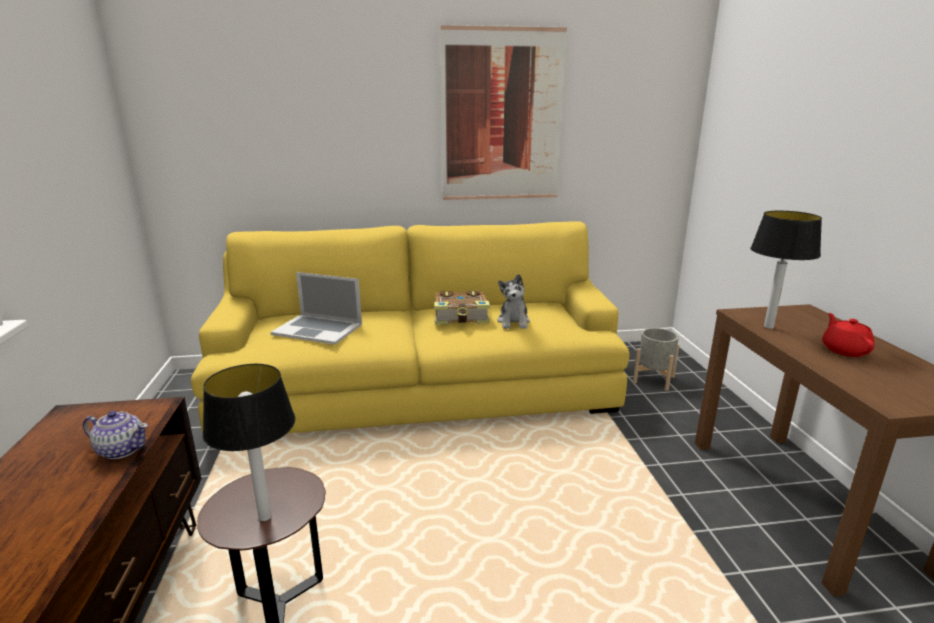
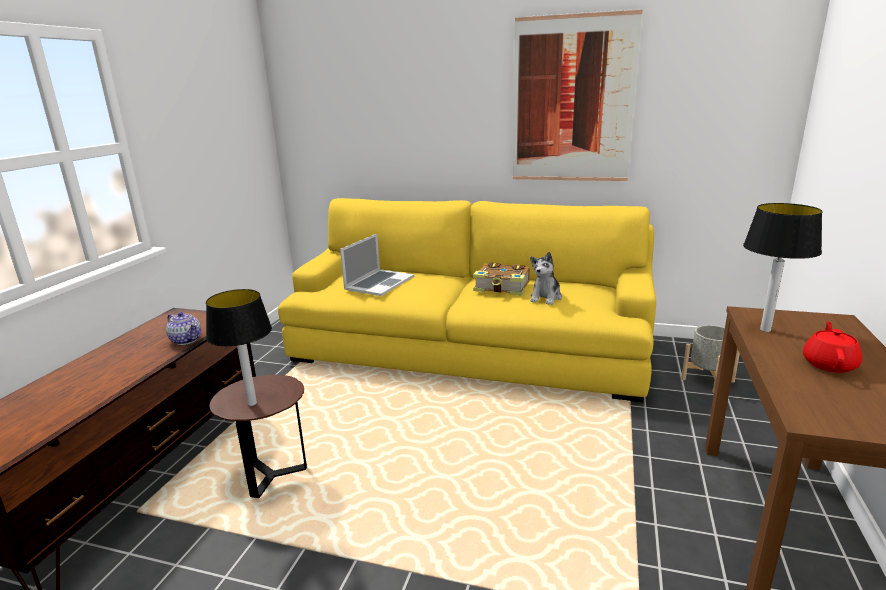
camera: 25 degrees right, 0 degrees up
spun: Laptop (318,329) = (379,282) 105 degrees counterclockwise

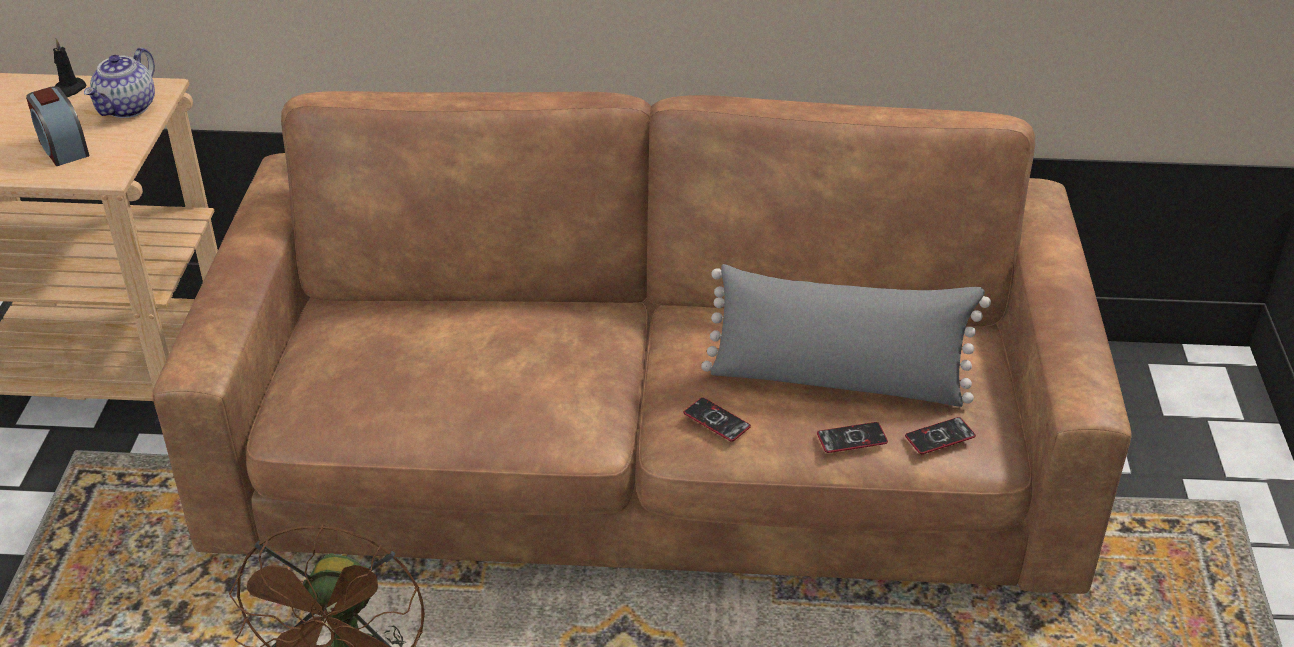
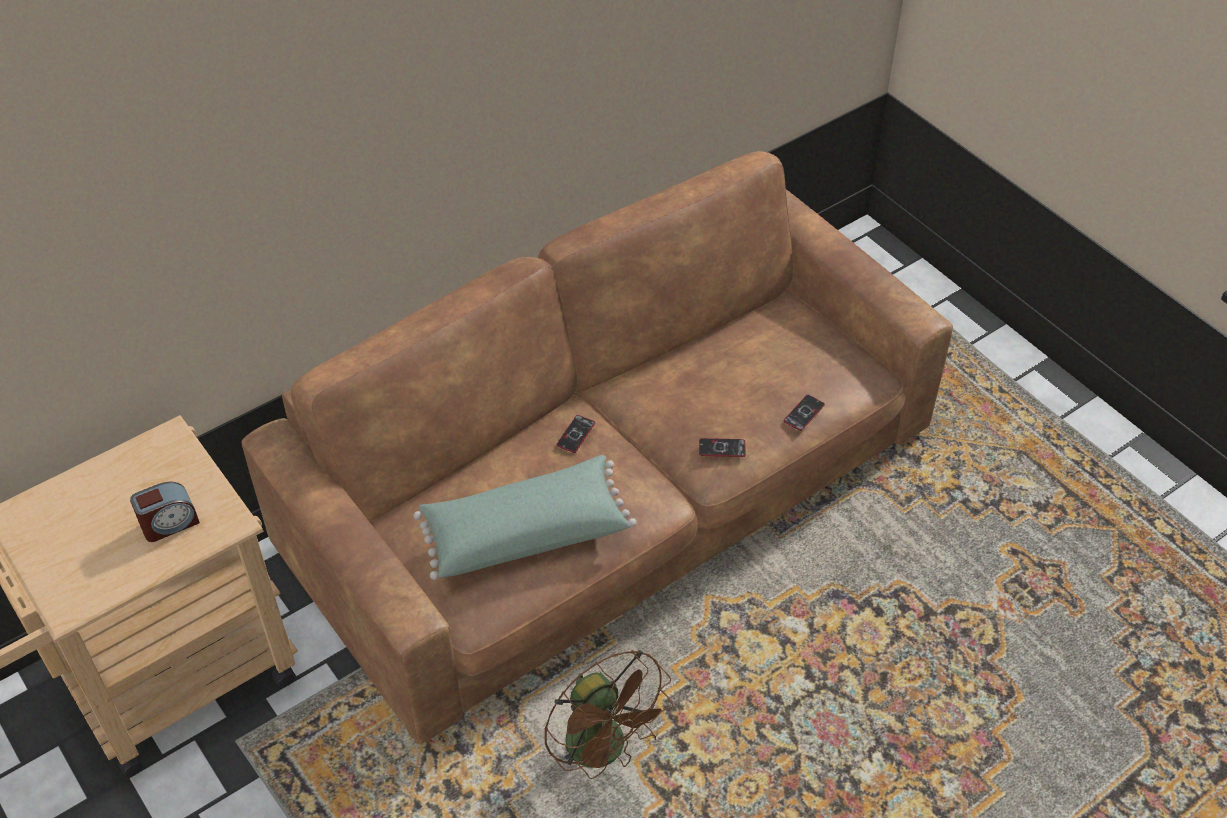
camera: 40 degrees left, 10 degrees up
missing: Kerze [schwarz] (69,90); Teekanne (128,108); Kissen [grau] (837,380)
appeared: Kissen [grün] (525,531)
relocated: Handy (940,437) to (576,434)
spun: Wecker (62,147) = (169,524) 45 degrees counterclockwise

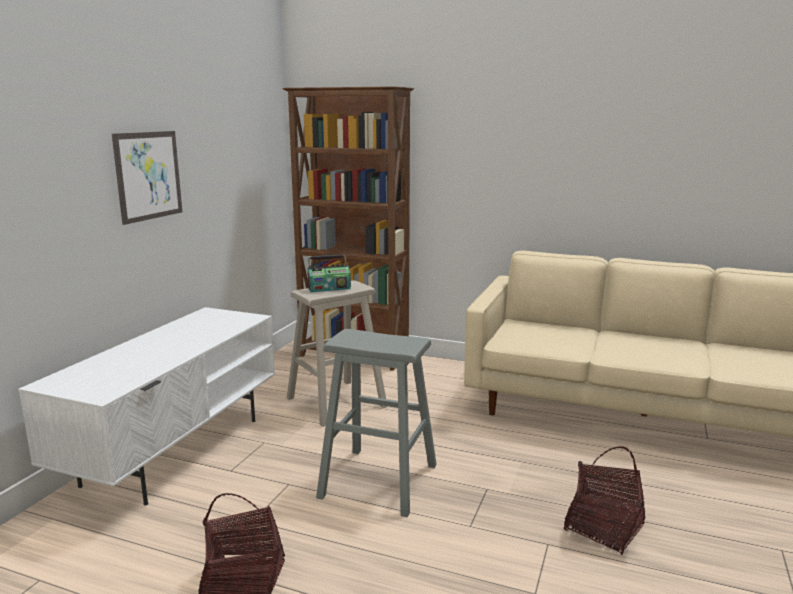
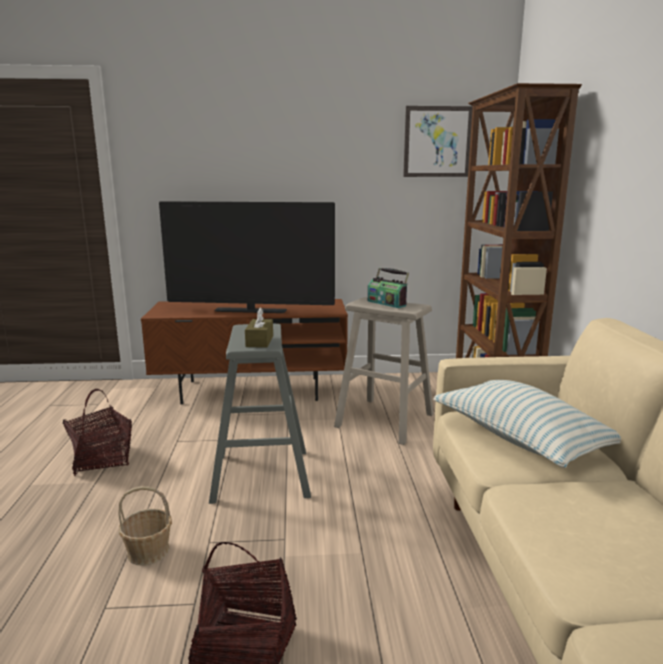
camera: 65 degrees right, 0 degrees up
appeared: Korb (148,551); Fernseher (250,311); Taschentuchbox [braun] (259,341); Kissen (520,439)
relocated: Bild (148,175) to (437,142)
colour: Fernsehschrank [weiß] (175,450) to Fernsehschrank [braun] (253,390)

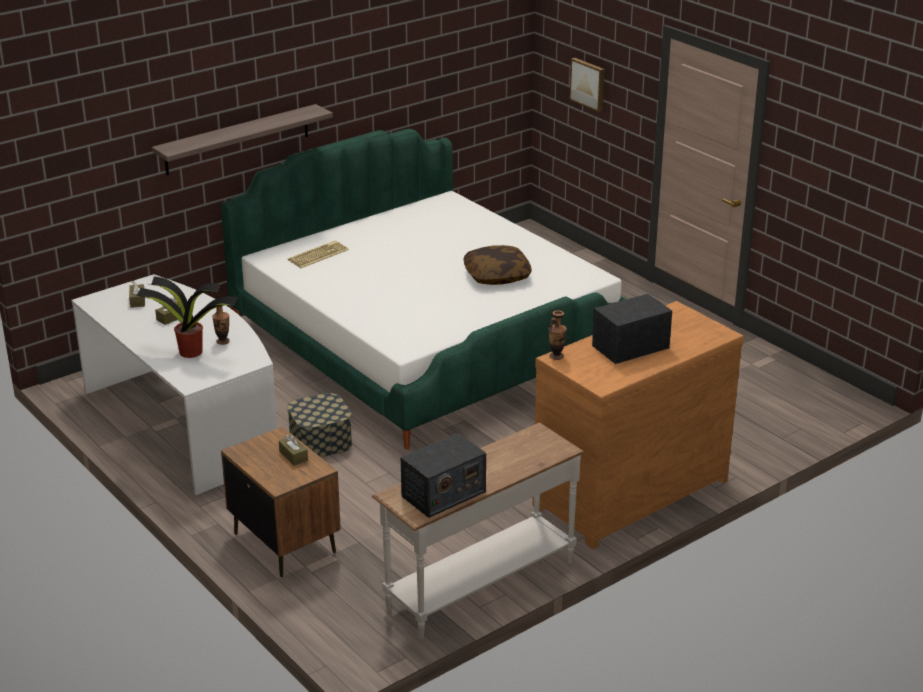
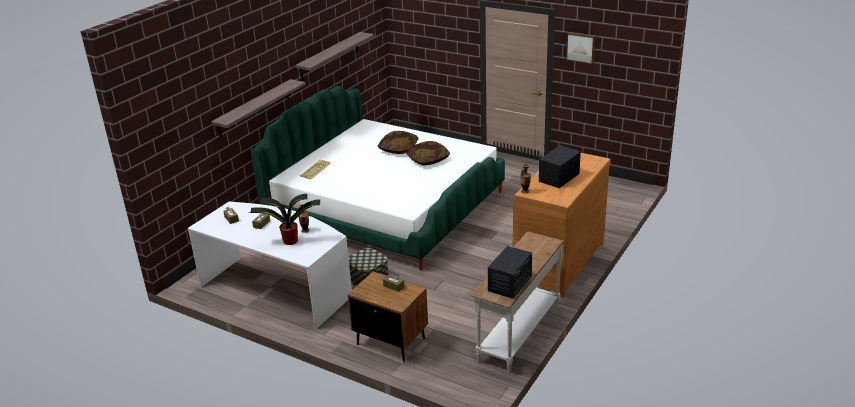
camera: 20 degrees left, 0 degrees up
appeared: Wandregal (329,56); Kissen (398,149)
relocated: Bild (588,84) to (581,47)

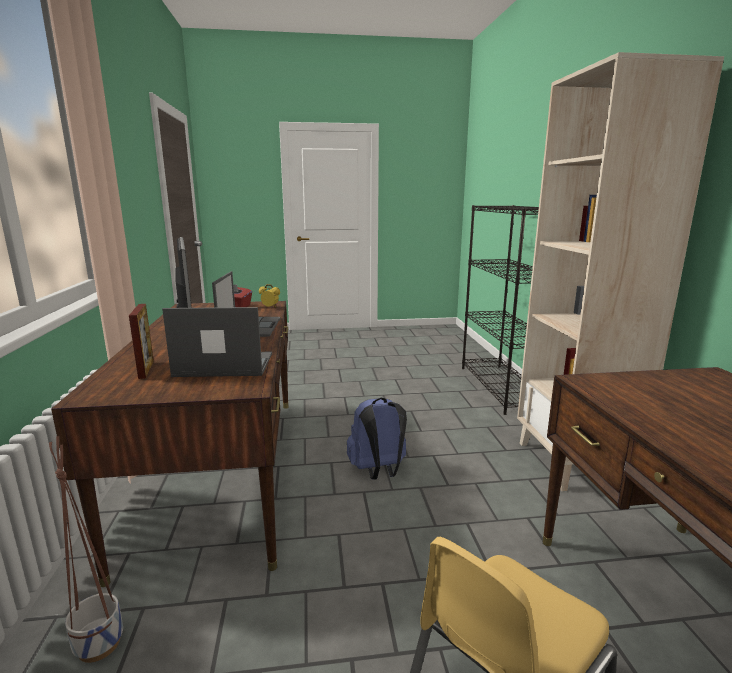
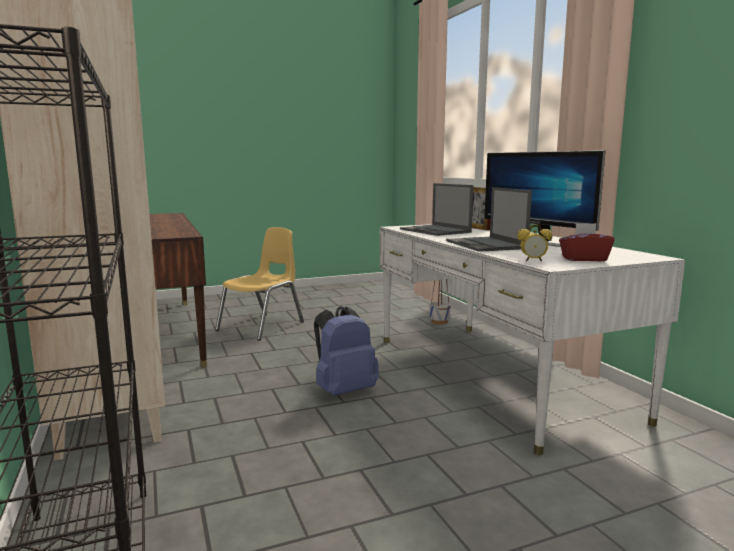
camera: 165 degrees right, 5 degrees down
colour: Schreibtisch [braun] (221,469) to Schreibtisch [weiß] (494,375)
spun: Laptop (223,365) = (436,231) 75 degrees clockwise

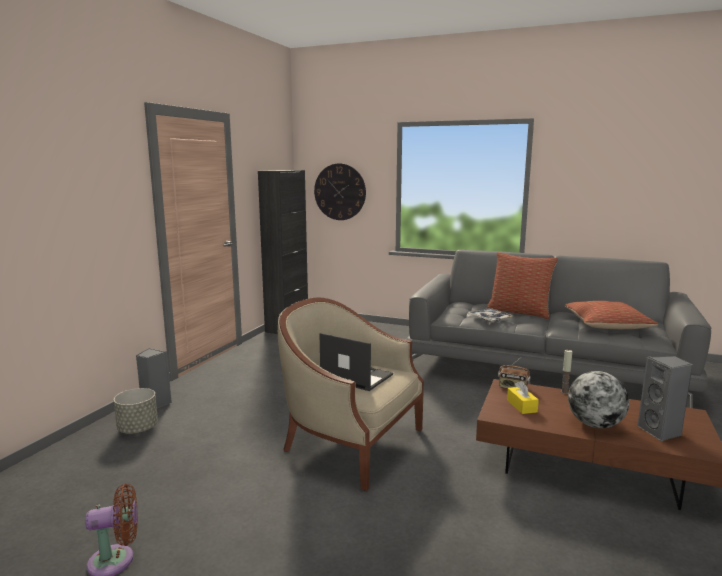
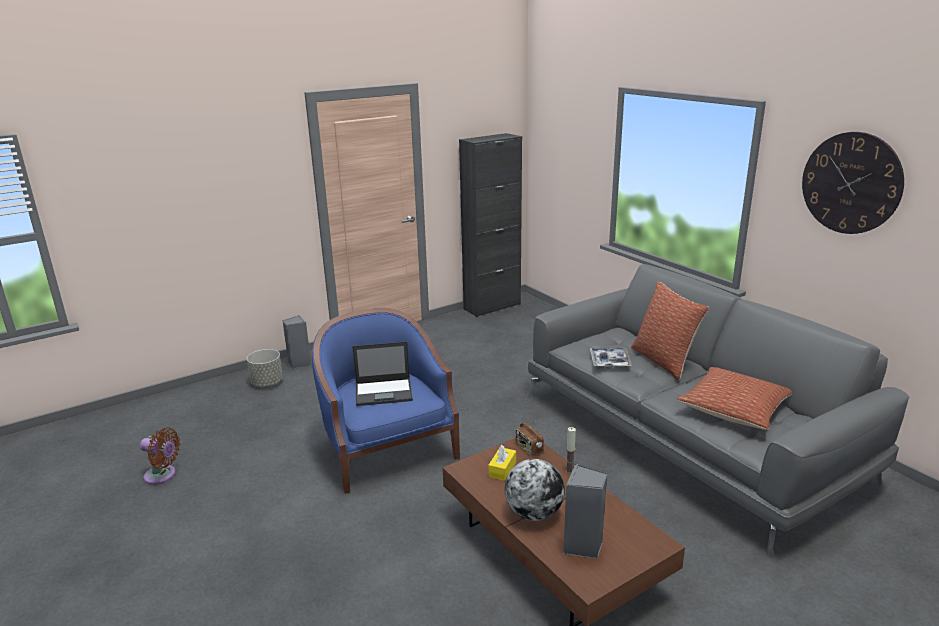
camera: 35 degrees right, 10 degrees up
relocated: Wanduhr (340,192) to (851,183)
colour: Sessel [beige] (350,444) to Sessel [blau] (387,450)
spun: Laptop (355,376) = (384,392) 105 degrees clockwise

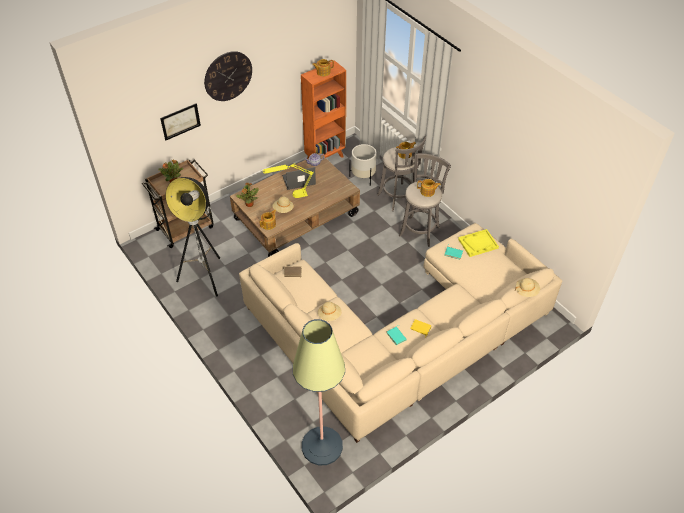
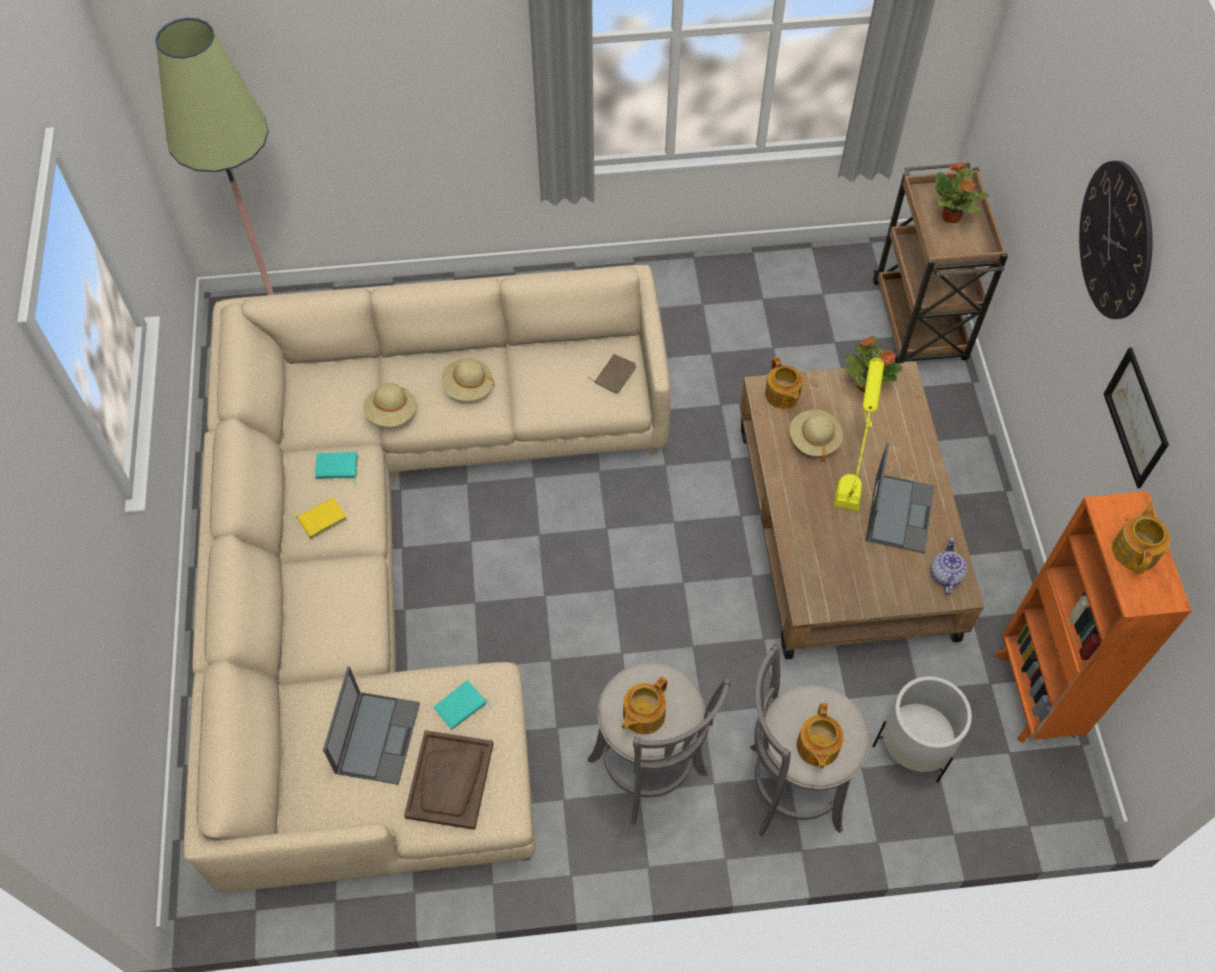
camera: 120 degrees right, 10 degrees up
missing: Stehlampe (205,277)
appeared: Laptop (377,736)
relocated: Bild (180,121) to (1136,417); Hut [beige] (526,291) to (391,413)
colour: Tablett [gelb] (478,243) to Tablett [braun] (450,781)

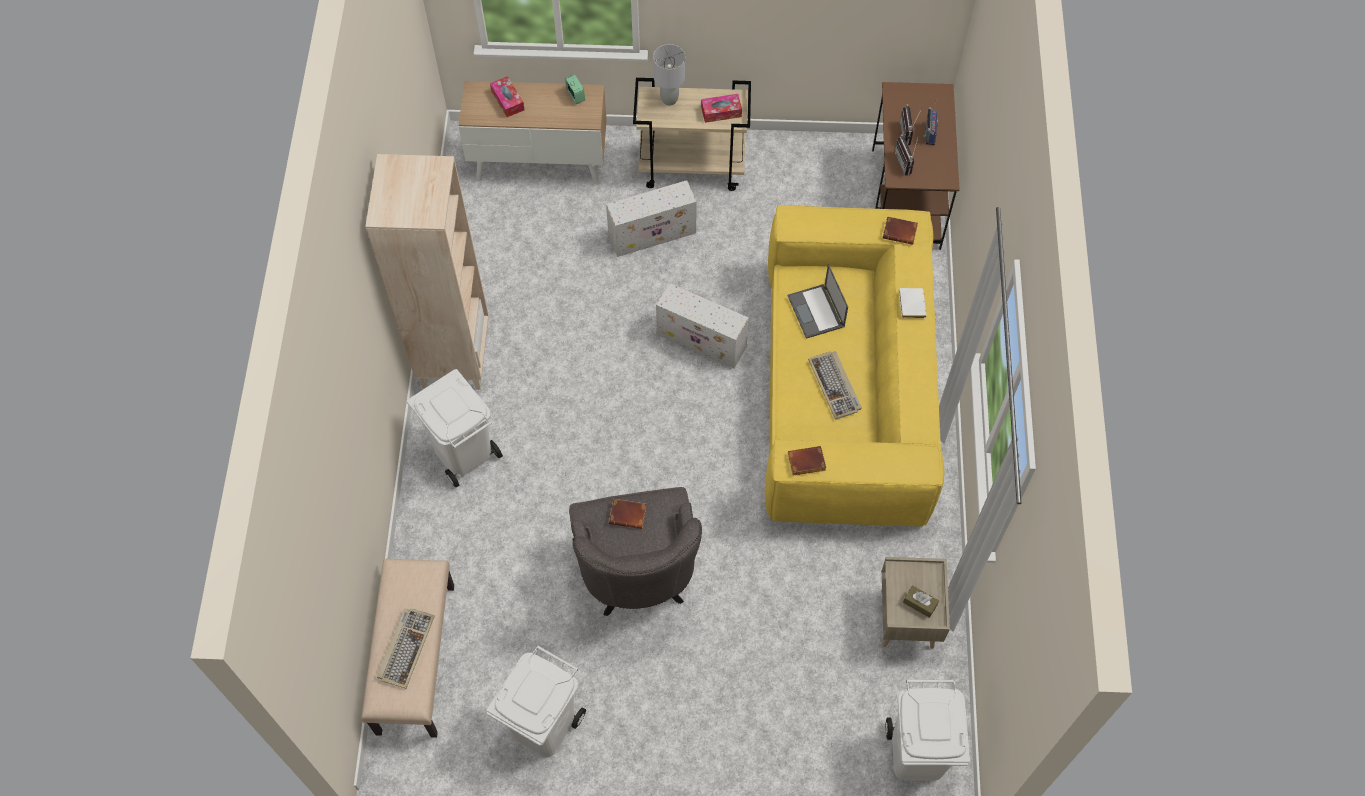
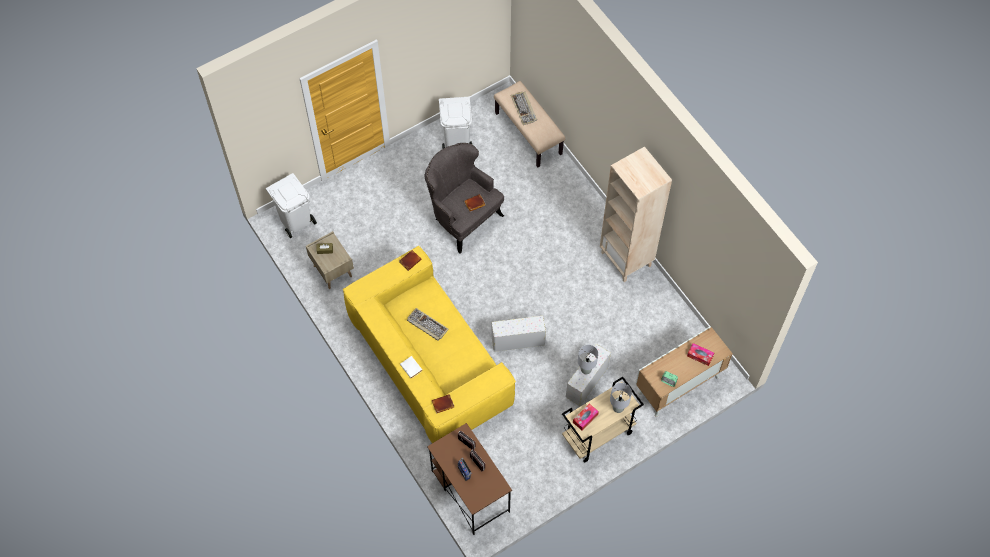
camera: 145 degrees right, 0 degrees up
missing: Mülleimer [weiß] (464,452); Laptop (816,312)
appeared: Tischlampe [grau] (586,370)

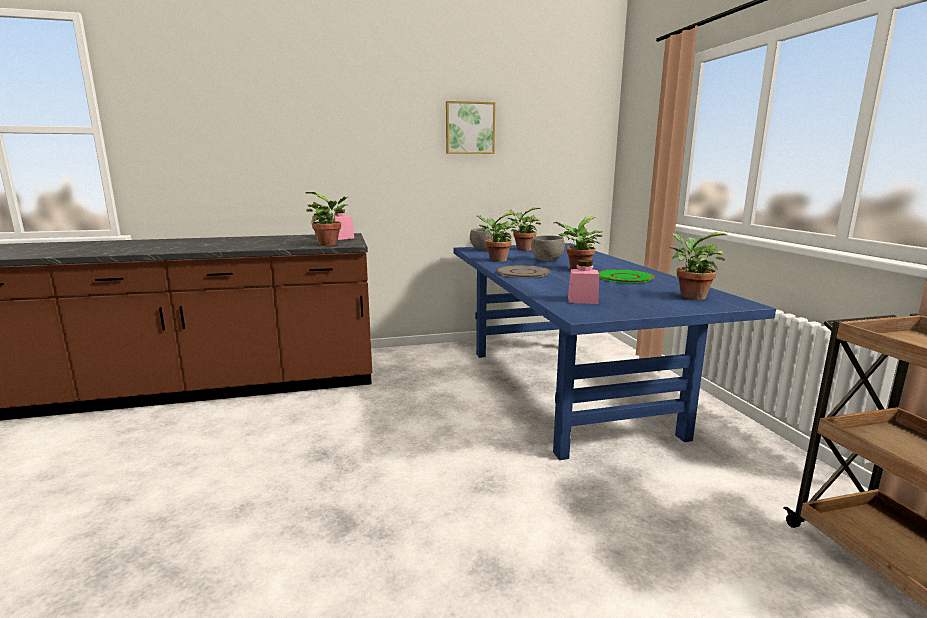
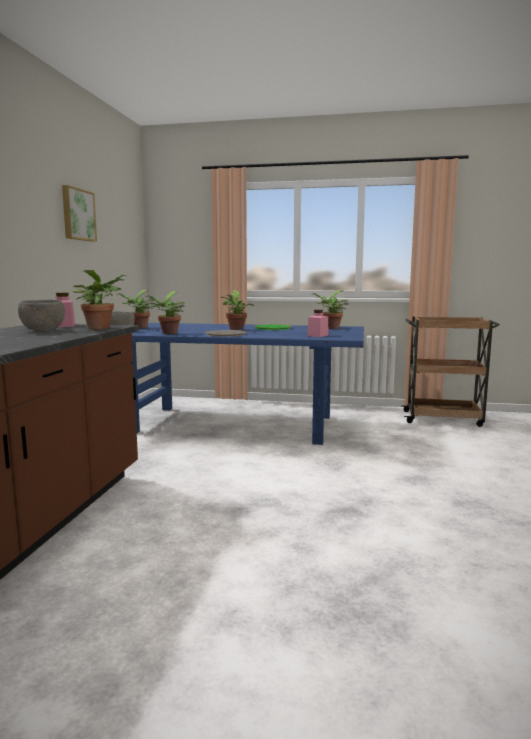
camera: 65 degrees left, 5 degrees down
relocated: Schüssel [grau] (546,260) to (42,330)

